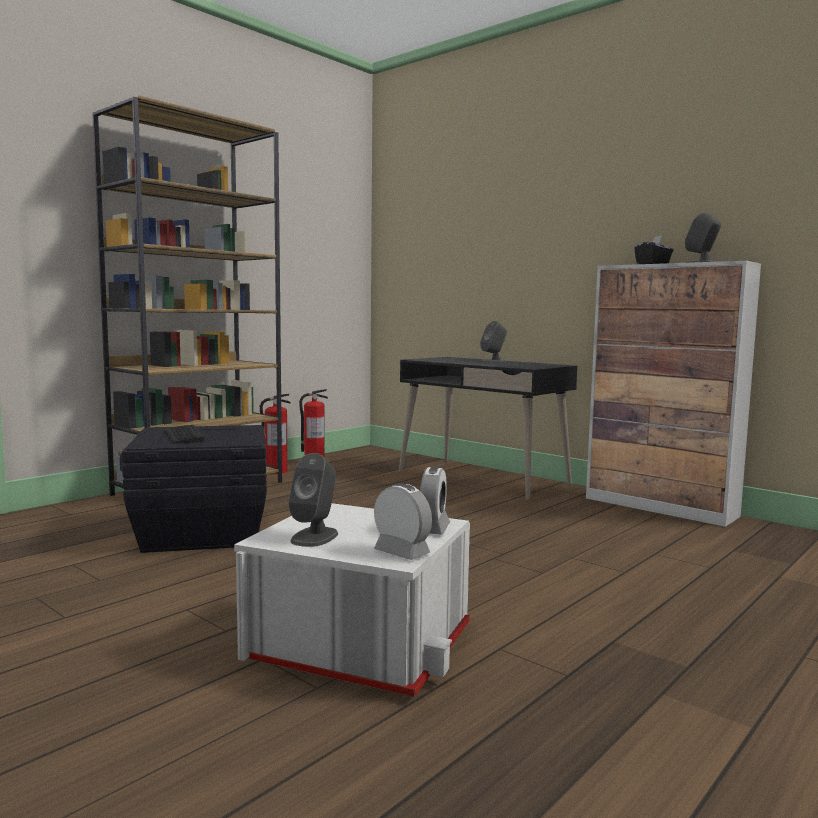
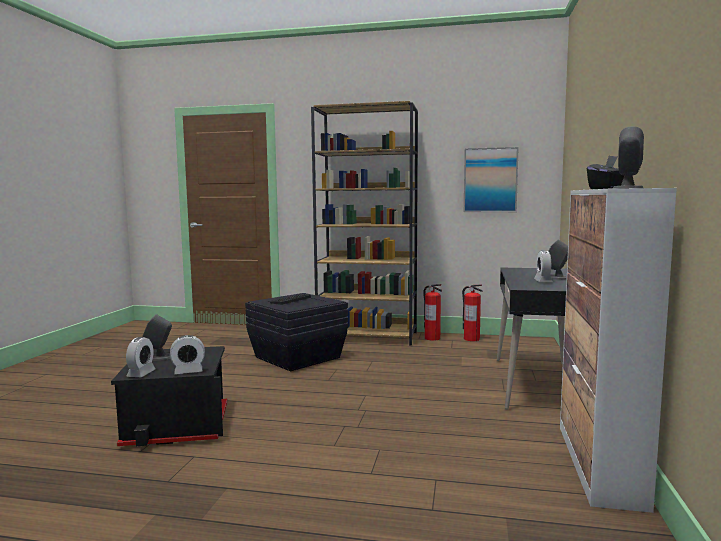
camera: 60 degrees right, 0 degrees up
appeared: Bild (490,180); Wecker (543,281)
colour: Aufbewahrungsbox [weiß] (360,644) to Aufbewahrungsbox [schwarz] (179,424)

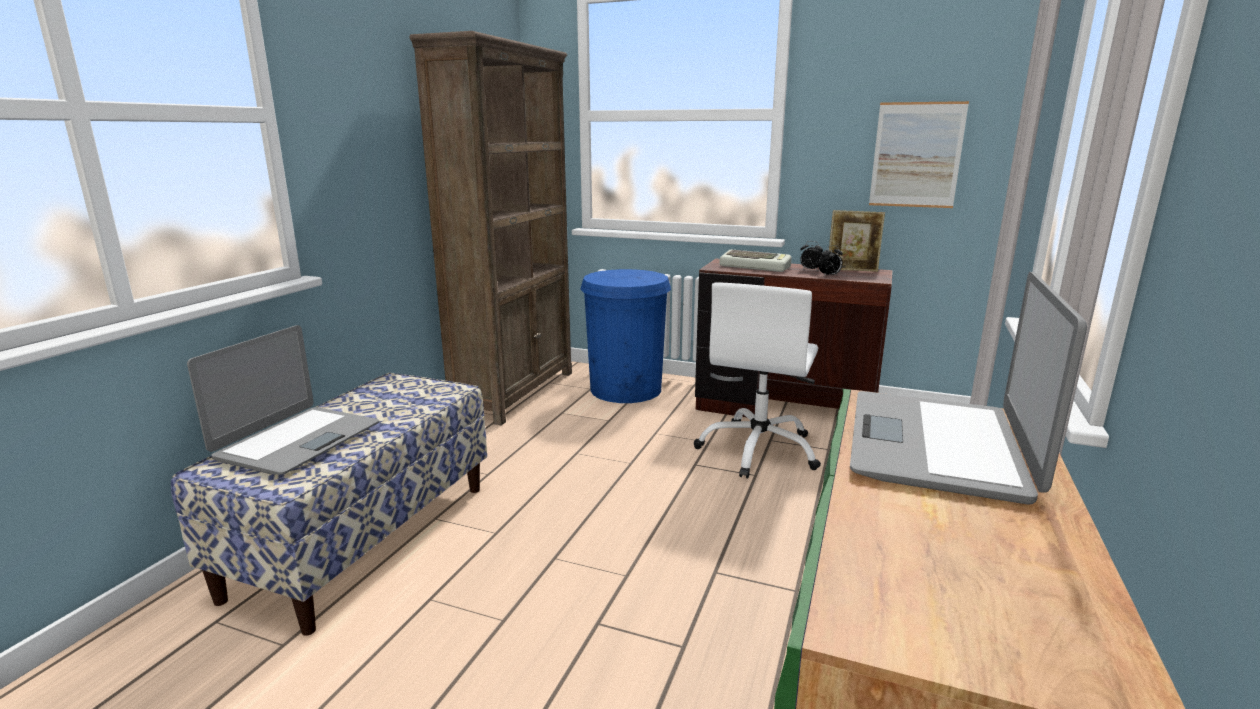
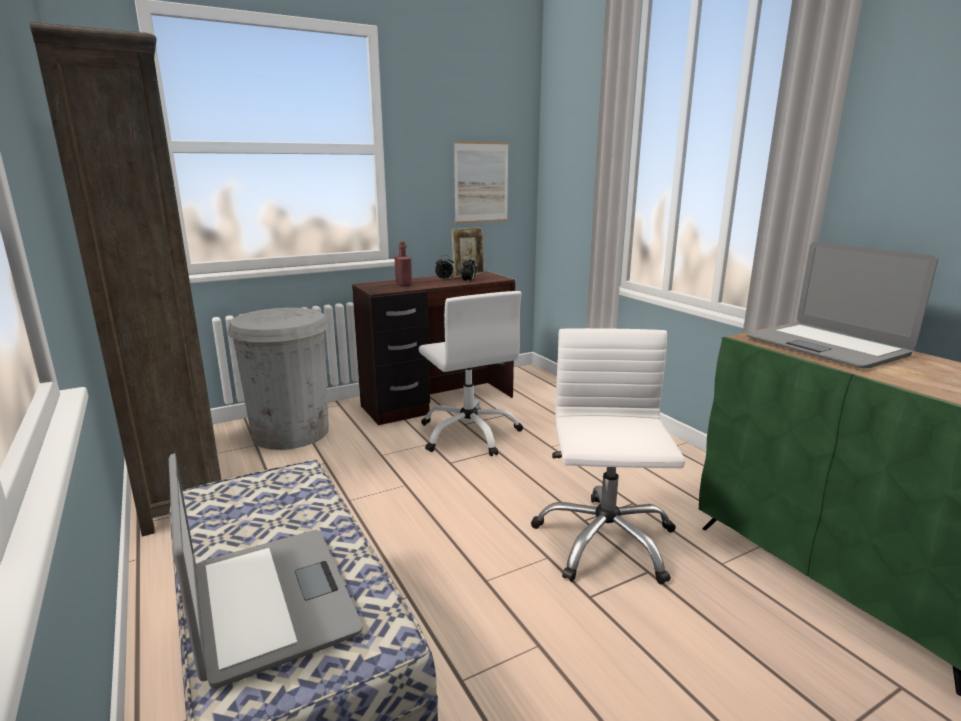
camera: 50 degrees left, 0 degrees up
appeared: Bürostuhl [weiß] (604,540)
exchanged: Tastatur (756,266) to Flasche [rot] (403,284)
colour: Mülleimer [blau] (626,389) to Mülleimer [weiß] (291,432)

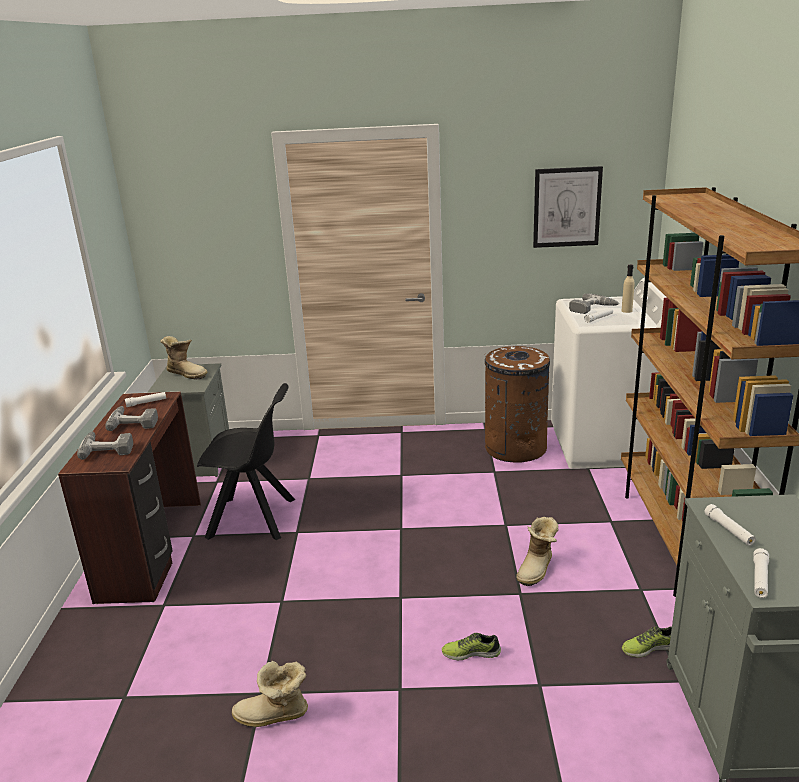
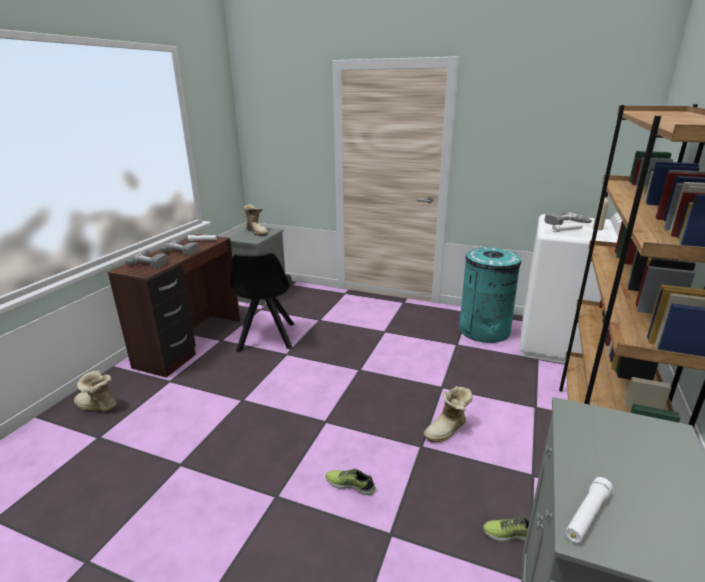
camera: 20 degrees right, 0 degrees up
missing: Bild (566,207); Taschenlampe [weiß] (729,530)
relocated: Stiefel (273,717) to (96,407)
colour: Mülleimer [braun] (515,448) to Mülleimer [türkis] (484,330)
spun: Stuhl [schwarz] (254,518) = (266,338) 60 degrees clockwise

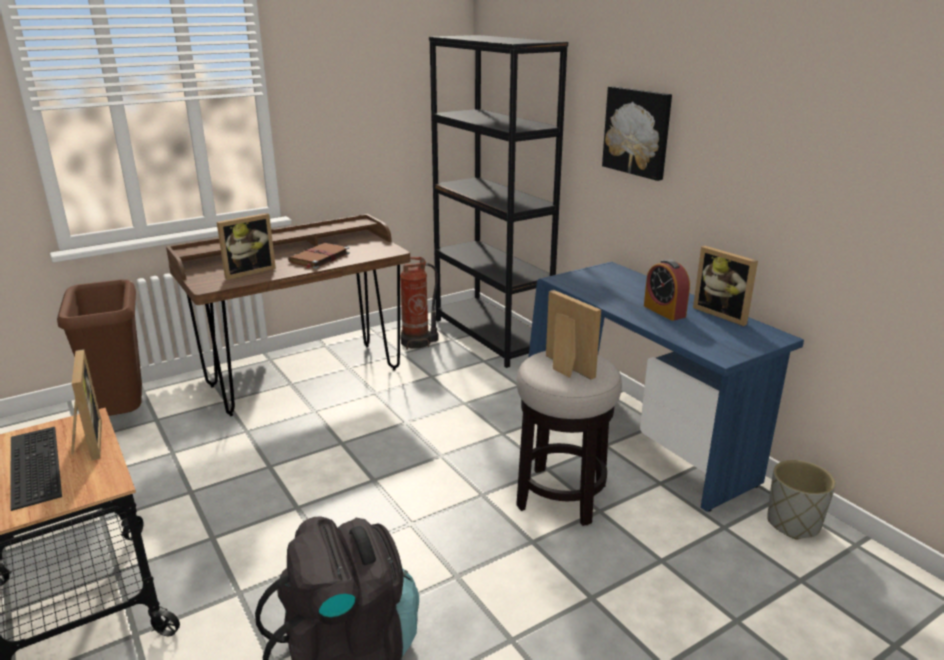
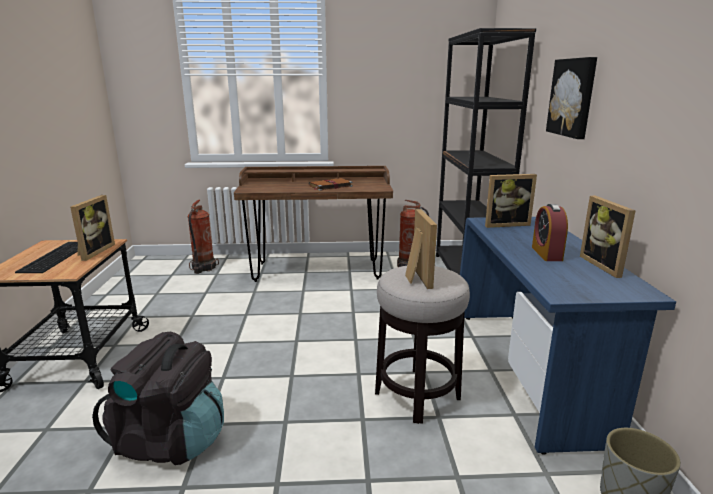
camera: 30 degrees right, 5 degrees down
relocated: Bilderrahmen (248,271) to (505,224)
exchanged: Mülleimer [braun] (122,416) to Feuerlöscher (203,268)

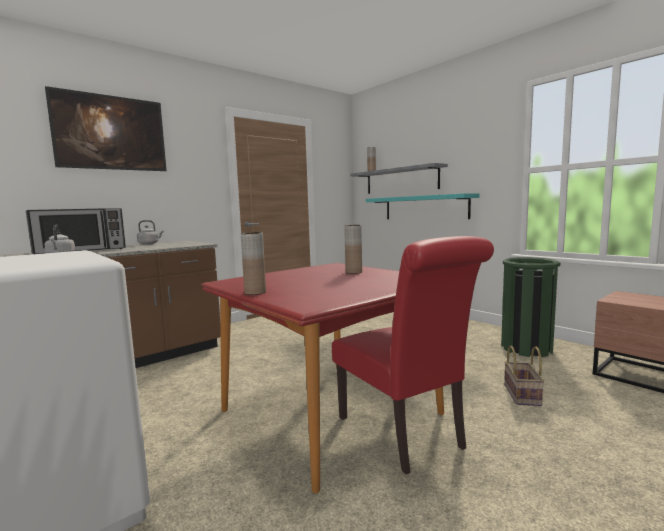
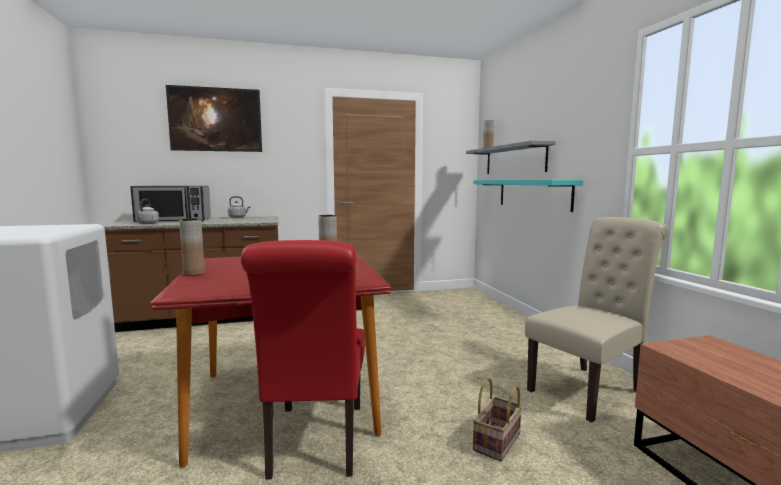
camera: 25 degrees right, 0 degrees up
exchanged: Mülleimer [grün] (526,348) to Stuhl [beige] (589,389)

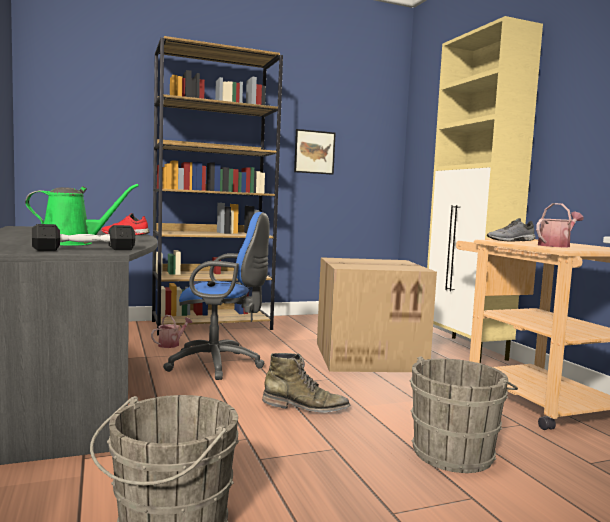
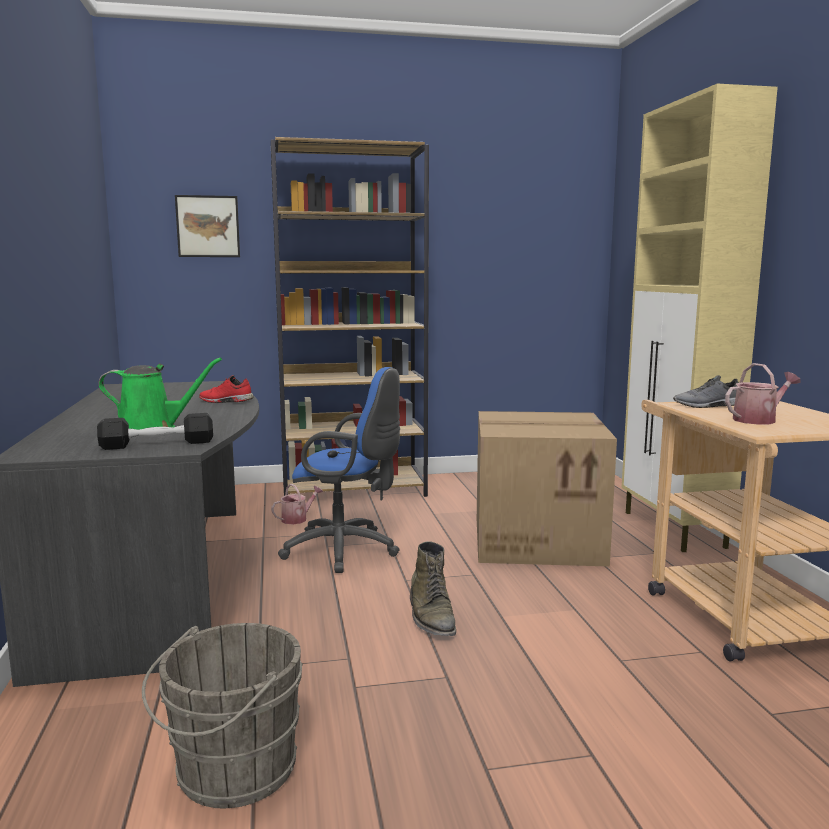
camera: 10 degrees right, 5 degrees up
missing: Eimer [grau] (455,452)
relocated: Bild (314,152) to (208,226)
spun: Stiefel [grün] (305,407) = (431,616) 60 degrees clockwise

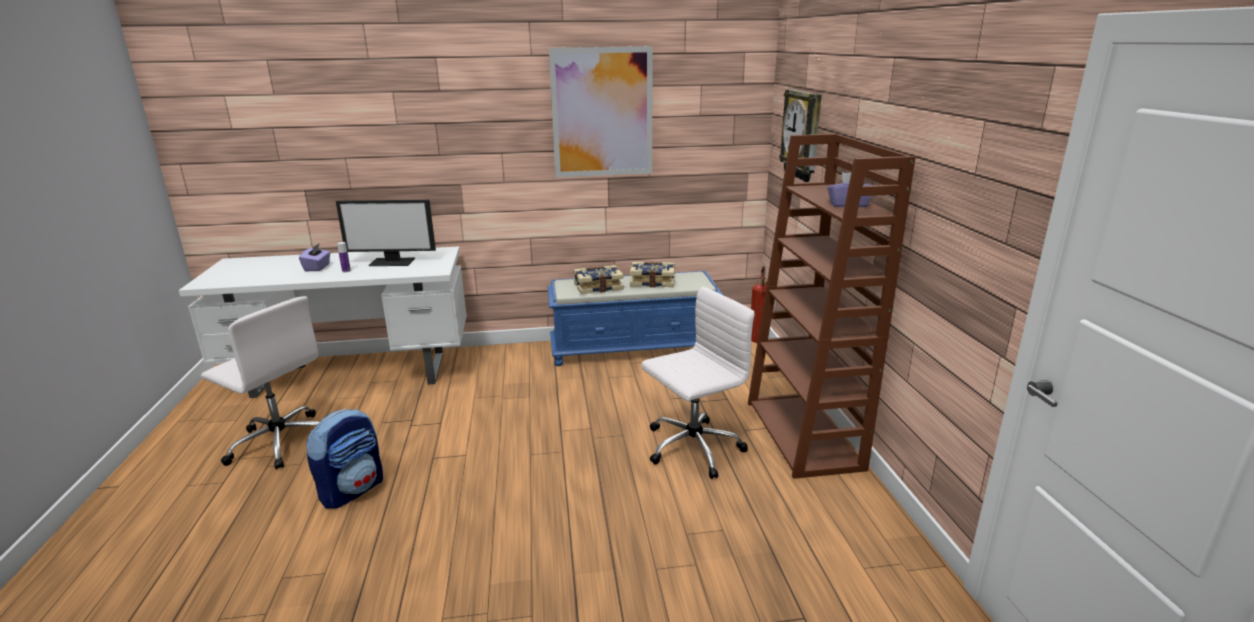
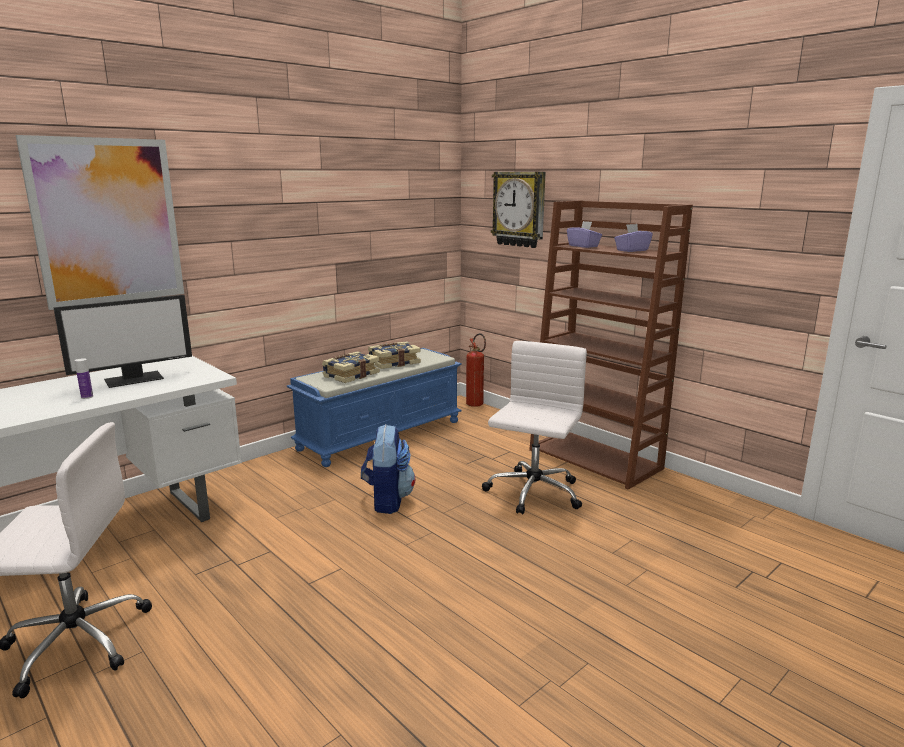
camera: 35 degrees left, 5 degrees down
relocated: Taschentuchbox [lila] (317,267) to (583,246); Rucksack (352,490) to (387,500); Bild (602,113) to (107,222)

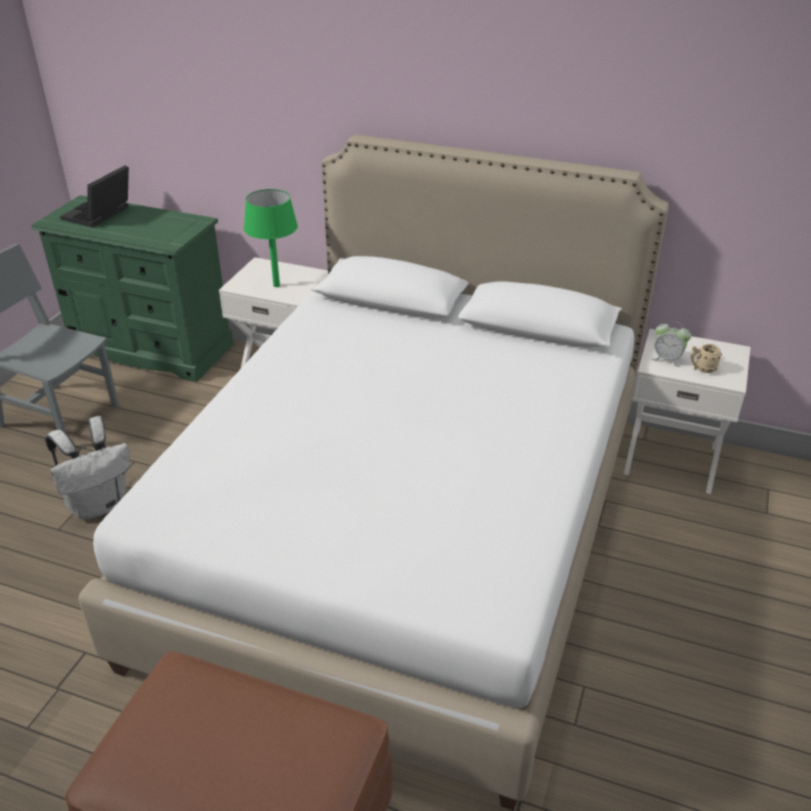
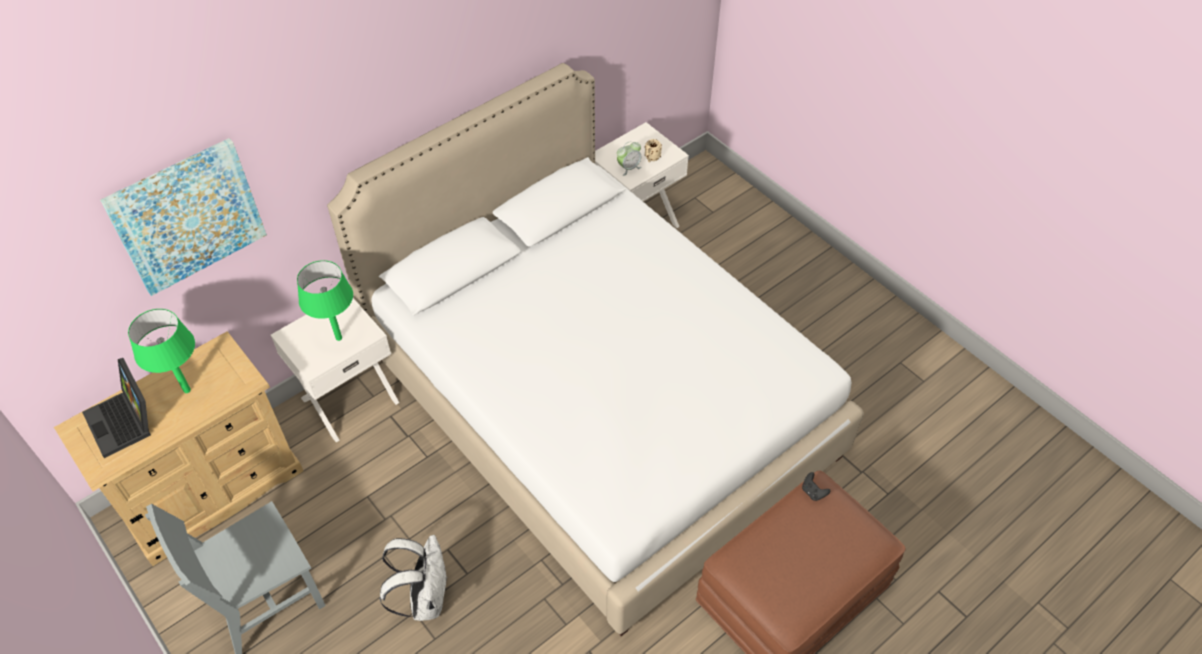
camera: 60 degrees left, 15 degrees up
appeared: Bild (187,216); Tischlampe [grün] (186,390); Gamepad [schwarz] (813,492)
colour: Kommode [grün] (151,348) to Kommode [beige] (212,490)

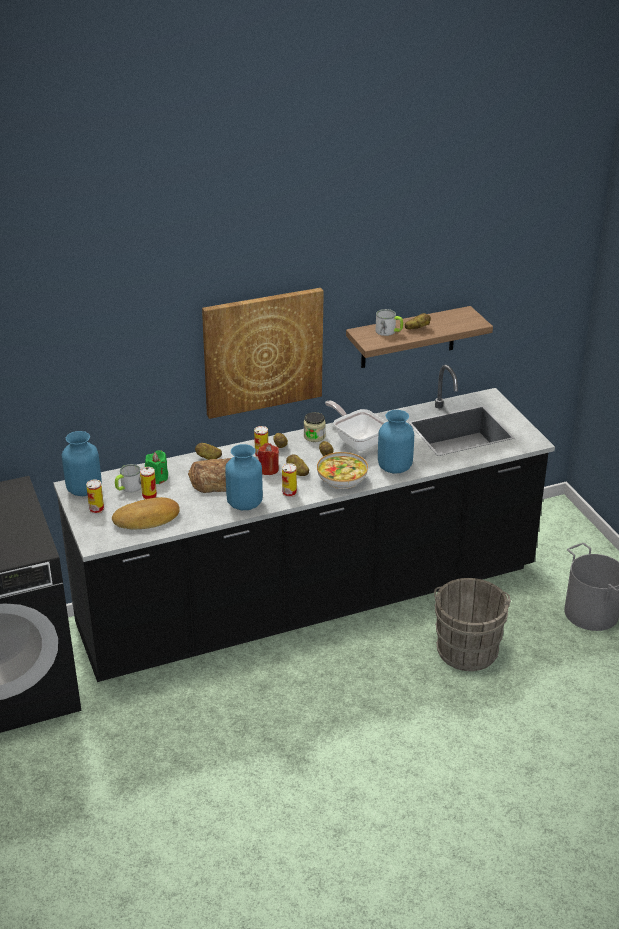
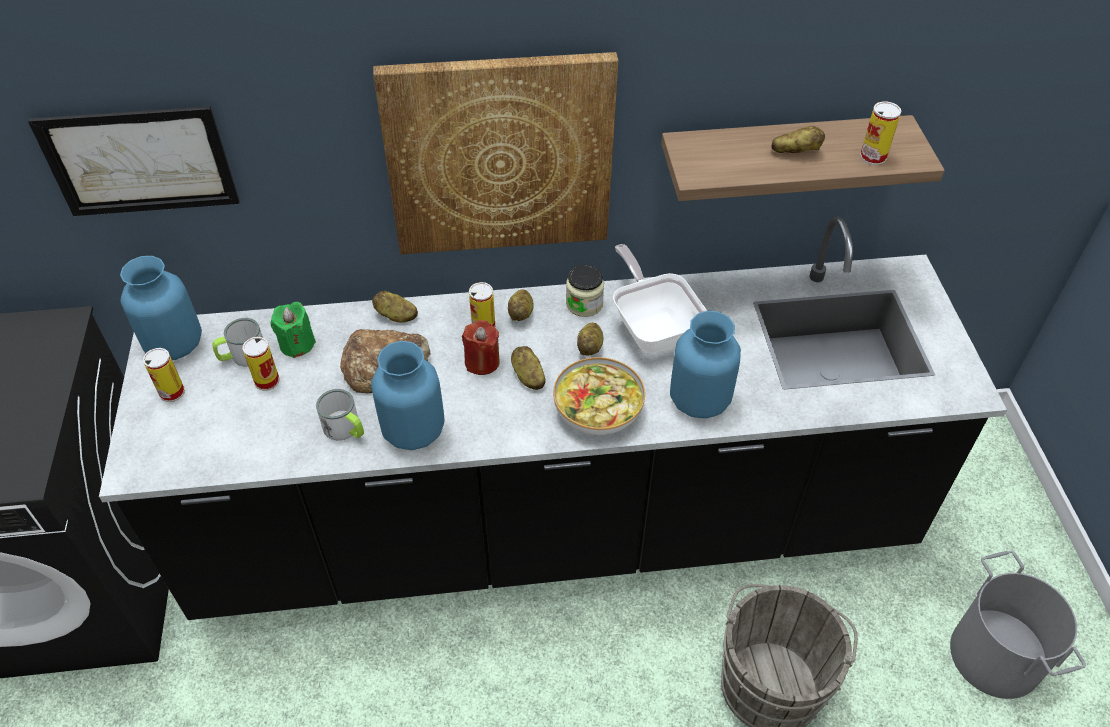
camera: 15 degrees right, 15 degrees up
missing: Brot (147,519)
appeared: Bild (139,161)
relocated: Dose (289,493) to (873,157); Henkelbecher (389,331) to (346,429)

